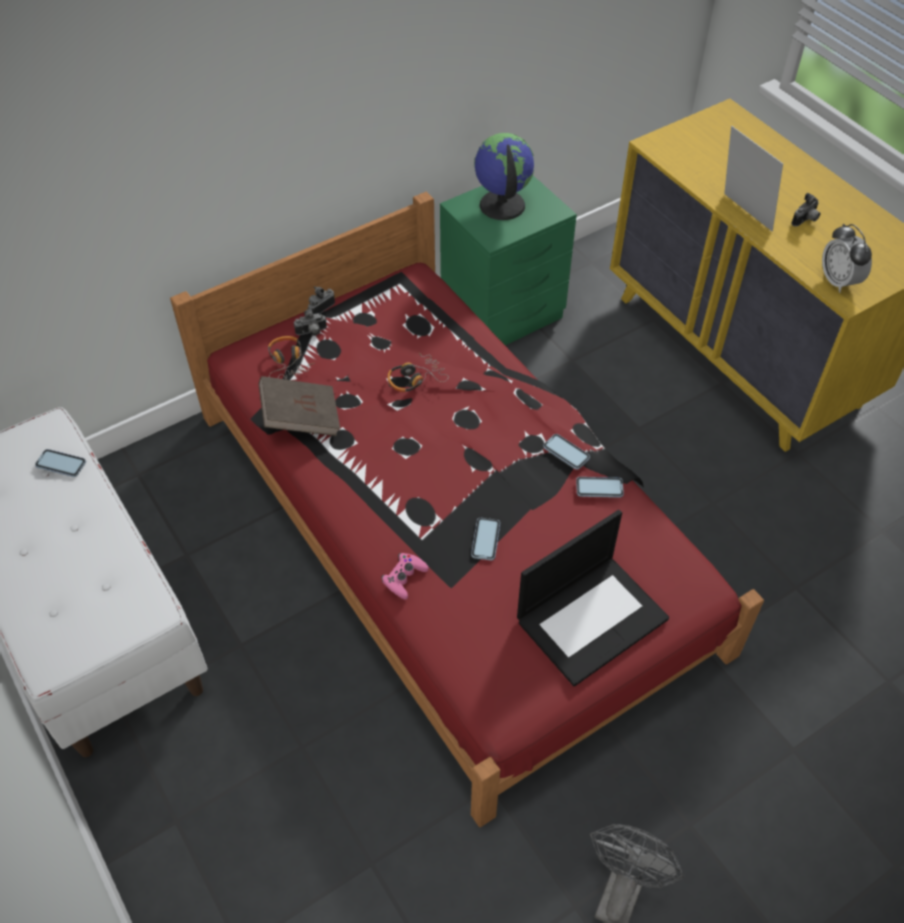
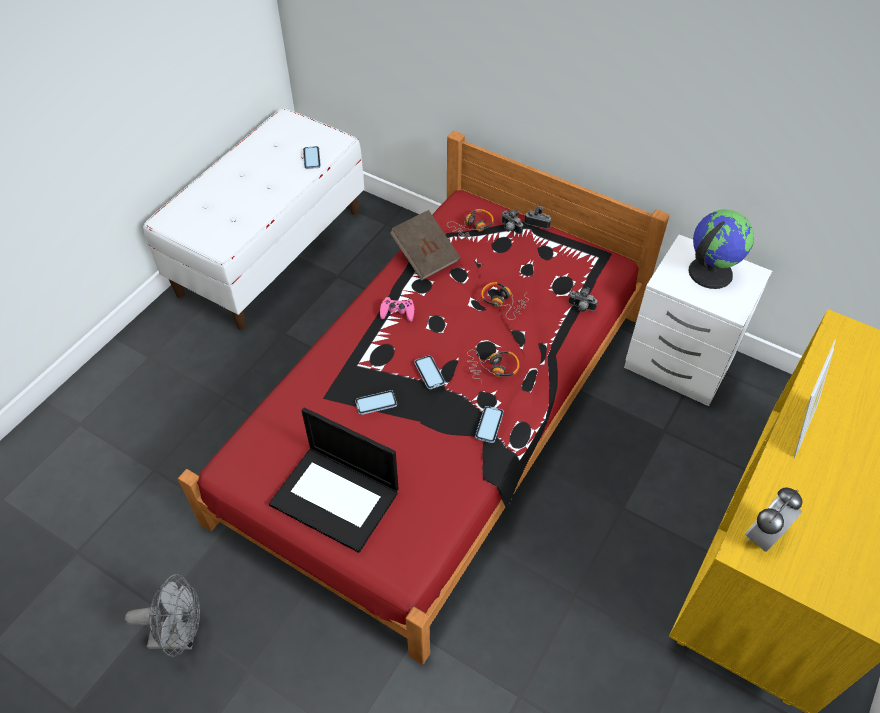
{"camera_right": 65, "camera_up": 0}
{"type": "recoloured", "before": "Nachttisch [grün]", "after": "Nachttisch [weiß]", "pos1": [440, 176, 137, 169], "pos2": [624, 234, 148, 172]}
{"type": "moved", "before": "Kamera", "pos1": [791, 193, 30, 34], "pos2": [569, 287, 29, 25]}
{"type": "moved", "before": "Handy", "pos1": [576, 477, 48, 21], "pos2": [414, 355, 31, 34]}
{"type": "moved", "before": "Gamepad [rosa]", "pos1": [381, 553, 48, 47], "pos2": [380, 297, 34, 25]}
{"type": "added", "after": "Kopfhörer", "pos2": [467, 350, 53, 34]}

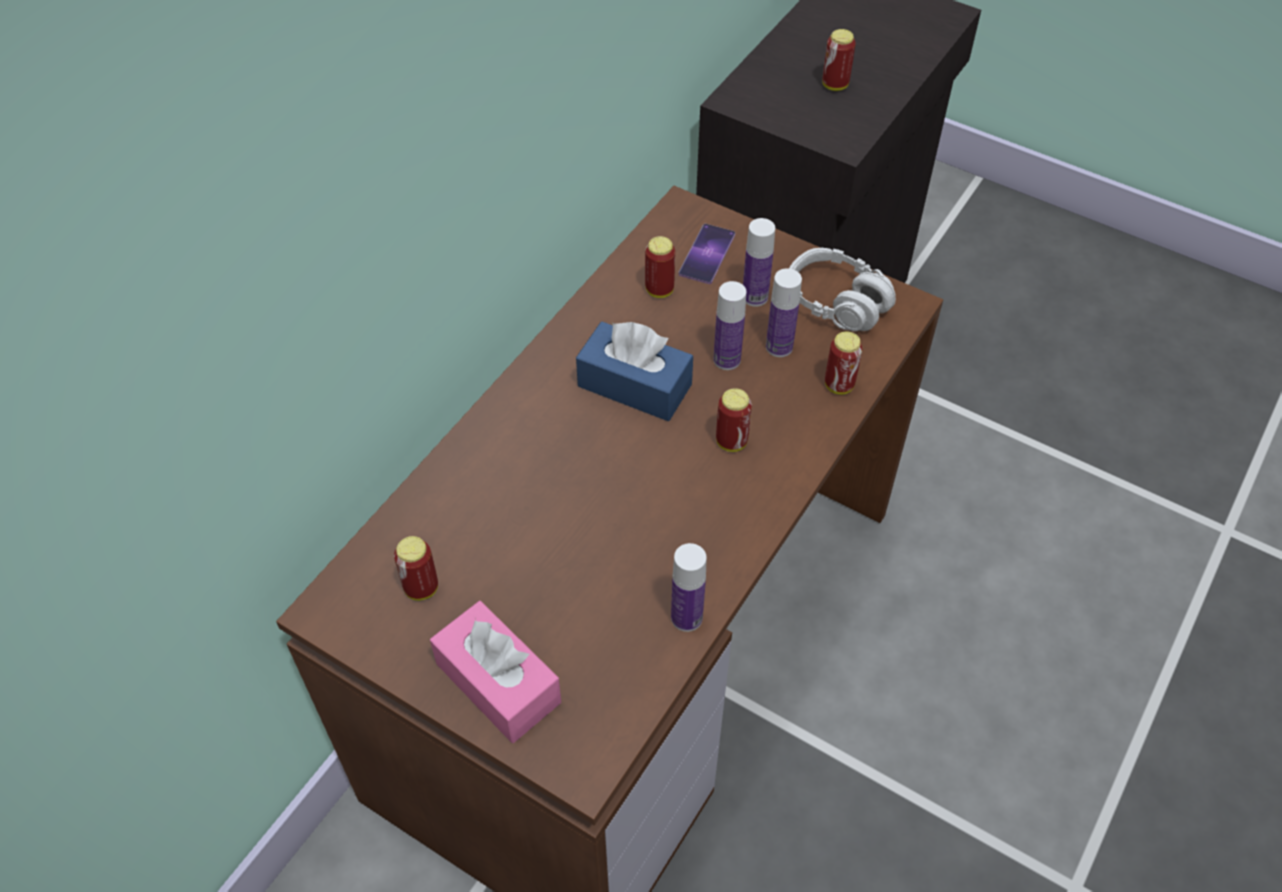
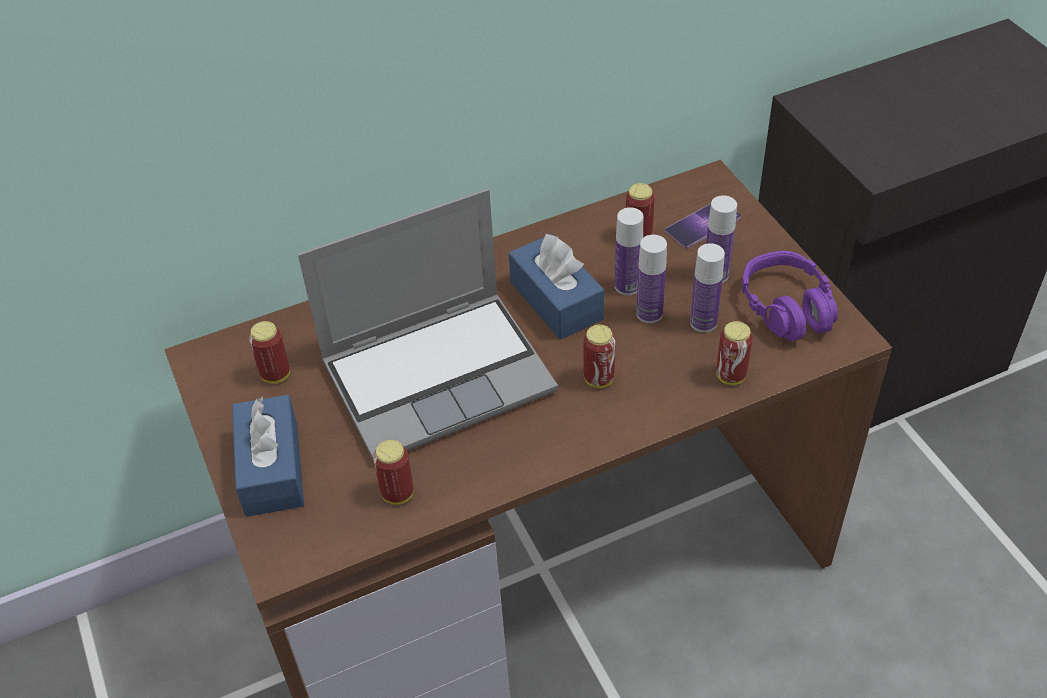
{"camera_right": 35, "camera_up": -5}
{"type": "moved", "before": "Dose", "pos1": [822, 29, 34, 62], "pos2": [373, 440, 41, 65]}
{"type": "recoloured", "before": "Kopfhörer [grau]", "after": "Kopfhörer [lila]", "pos1": [789, 248, 107, 83], "pos2": [742, 251, 96, 90]}
{"type": "moved", "before": "Flasche", "pos1": [671, 543, 36, 89], "pos2": [615, 207, 28, 88]}
{"type": "recoloured", "before": "Taschentuchbox [rosa]", "after": "Taschentuchbox [blau]", "pos1": [430, 601, 131, 142], "pos2": [232, 395, 72, 122]}
{"type": "added", "after": "Laptop", "pos2": [298, 189, 260, 272]}

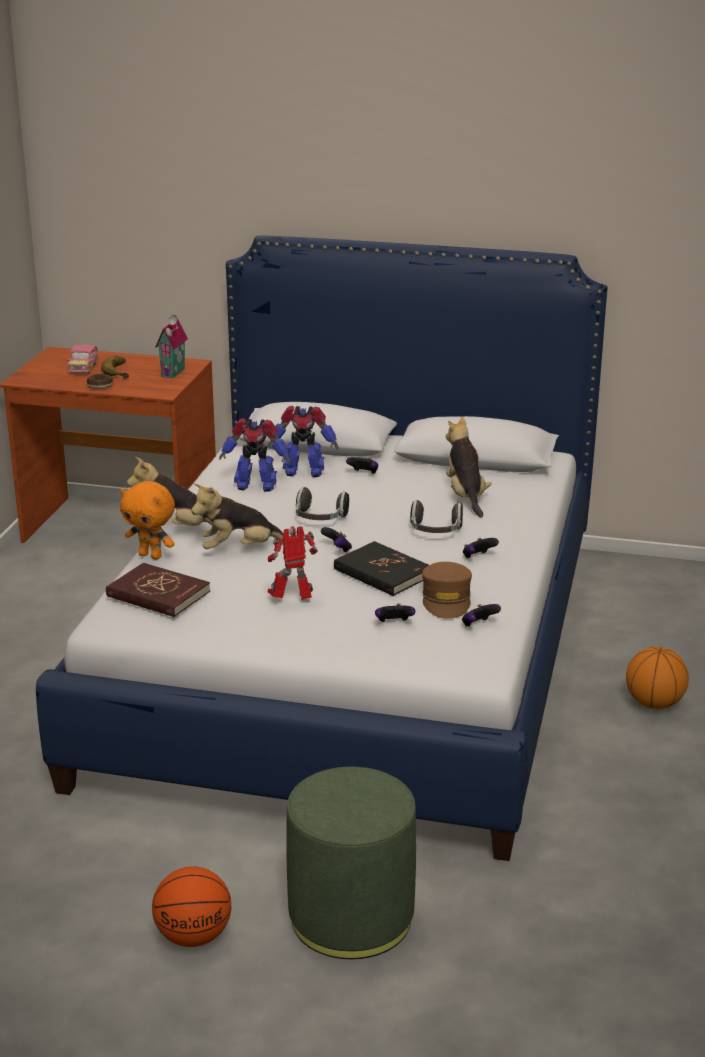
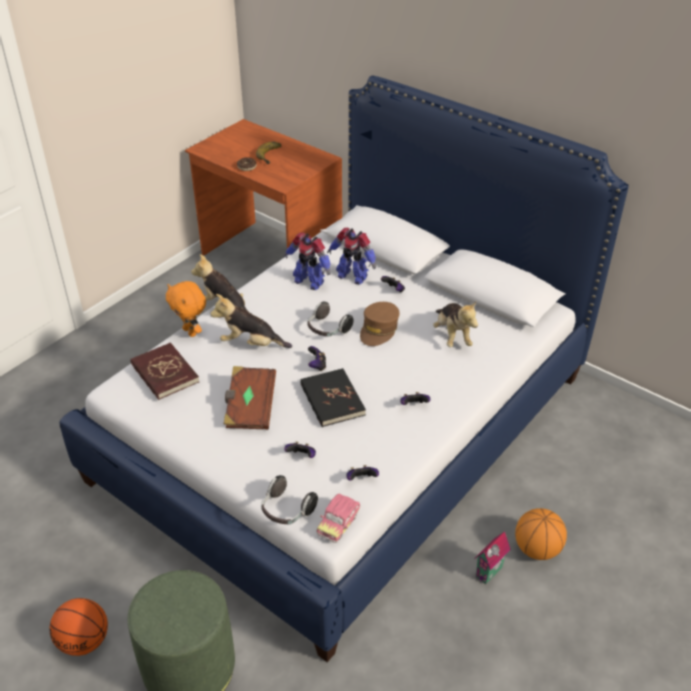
{"camera_right": 25, "camera_up": 15}
{"type": "moved", "before": "Spielzeughaus", "pos1": [155, 315, 33, 63], "pos2": [474, 531, 37, 53]}
{"type": "moved", "before": "Spielzeugauto", "pos1": [67, 344, 31, 29], "pos2": [316, 494, 45, 49]}
{"type": "turned", "before": "Plüschtier", "pos1": [446, 417, 46, 100], "pos2": [433, 302, 45, 45], "turn": 150}
{"type": "moved", "before": "Kopfhörer", "pos1": [410, 500, 53, 33], "pos2": [261, 475, 57, 49]}
{"type": "replaced", "before": "Spielzeugroboter", "after": "Buch [braun]", "pos1": [267, 526, 51, 74], "pos2": [224, 366, 52, 64]}
{"type": "moved", "before": "Kappe [braun]", "pos1": [422, 562, 50, 57], "pos2": [360, 302, 40, 44]}

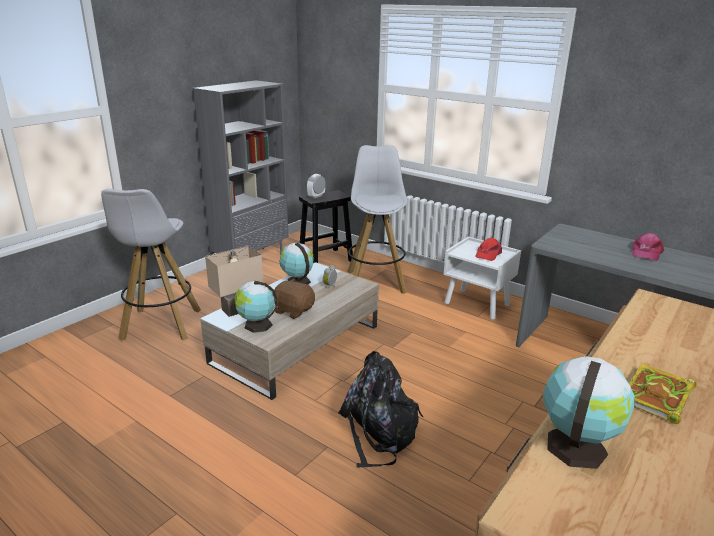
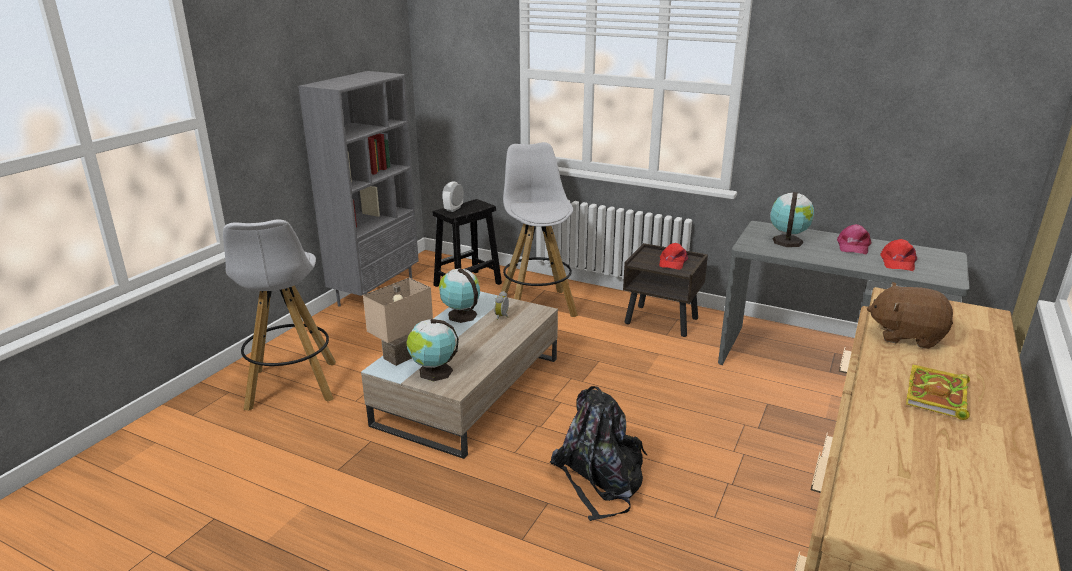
{"camera_right": -10, "camera_up": 0}
{"type": "recoloured", "before": "Nachttisch [weiß]", "after": "Nachttisch [braun]", "pos1": [444, 237, 77, 83], "pos2": [623, 243, 85, 94]}
{"type": "moved", "before": "Plüschtier [braun]", "pos1": [272, 279, 43, 40], "pos2": [867, 282, 86, 67]}
{"type": "moved", "before": "Globus", "pos1": [543, 356, 92, 113], "pos2": [770, 192, 44, 55]}
{"type": "added", "after": "Kappe [rot]", "pos2": [880, 239, 37, 32]}

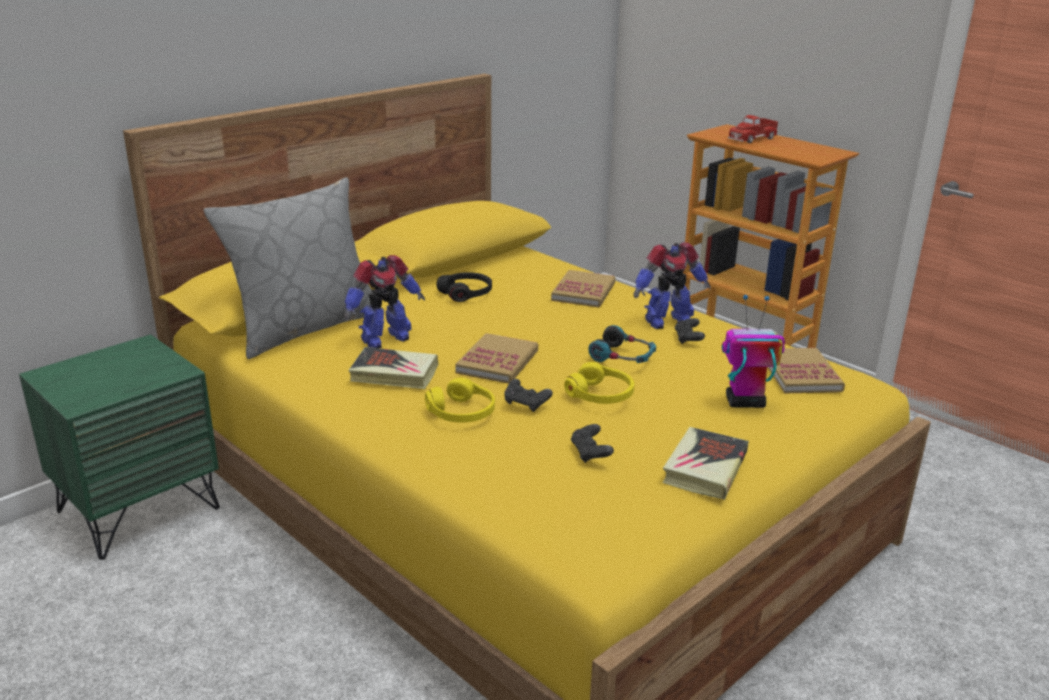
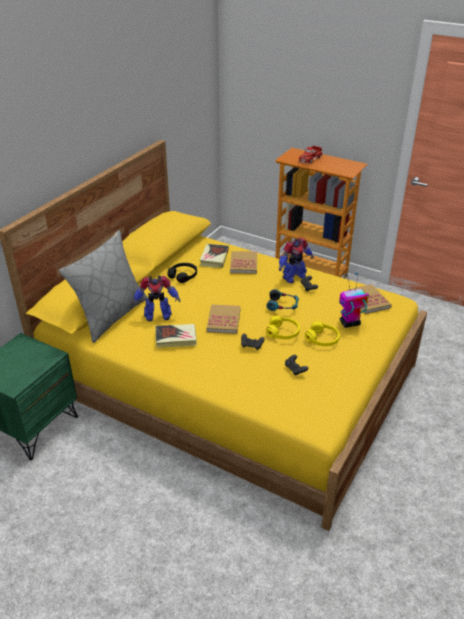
{"camera_right": -15, "camera_up": 10}
{"type": "turned", "before": "Spielzeugroboter", "pos1": [345, 255, 80, 93], "pos2": [133, 276, 47, 45], "turn": 45}
{"type": "moved", "before": "Kopfhörer [gelb]", "pos1": [425, 378, 70, 44], "pos2": [305, 321, 35, 25]}
{"type": "moved", "before": "Buch", "pos1": [662, 427, 87, 73], "pos2": [200, 244, 29, 24]}

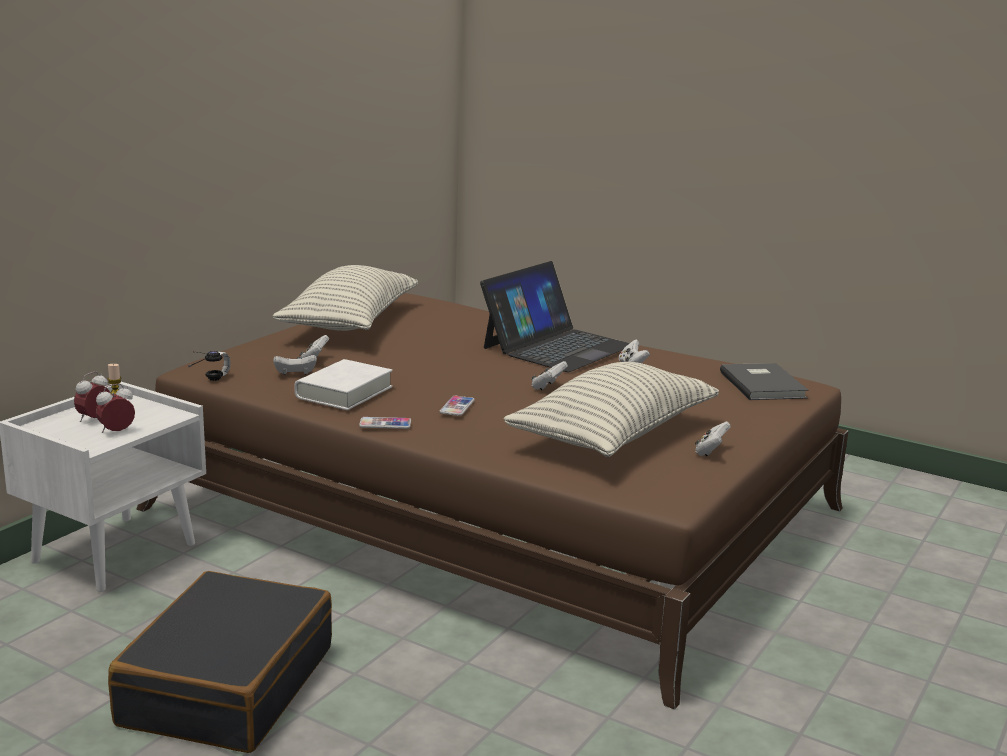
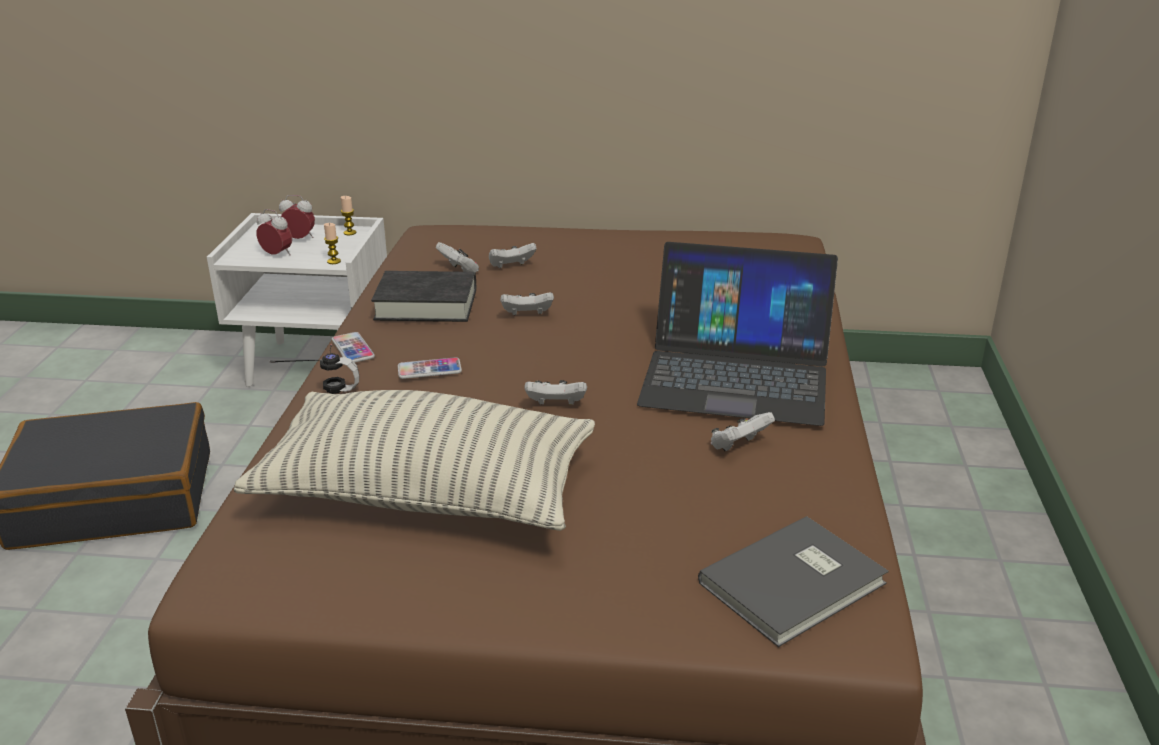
{"camera_right": 65, "camera_up": 10}
{"type": "removed", "before": "Kissen", "pos1": [273, 265, 145, 66]}
{"type": "moved", "before": "Kopfhörer", "pos1": [188, 351, 43, 30], "pos2": [269, 344, 90, 50]}
{"type": "recoloured", "before": "Buch [weiß]", "after": "Buch [schwarz]", "pos1": [295, 359, 97, 51], "pos2": [371, 271, 105, 51]}
{"type": "moved", "before": "Gamepad [weiß]", "pos1": [695, 422, 36, 34], "pos2": [500, 292, 54, 23]}
{"type": "added", "after": "Kerze", "pos2": [324, 223, 17, 41]}

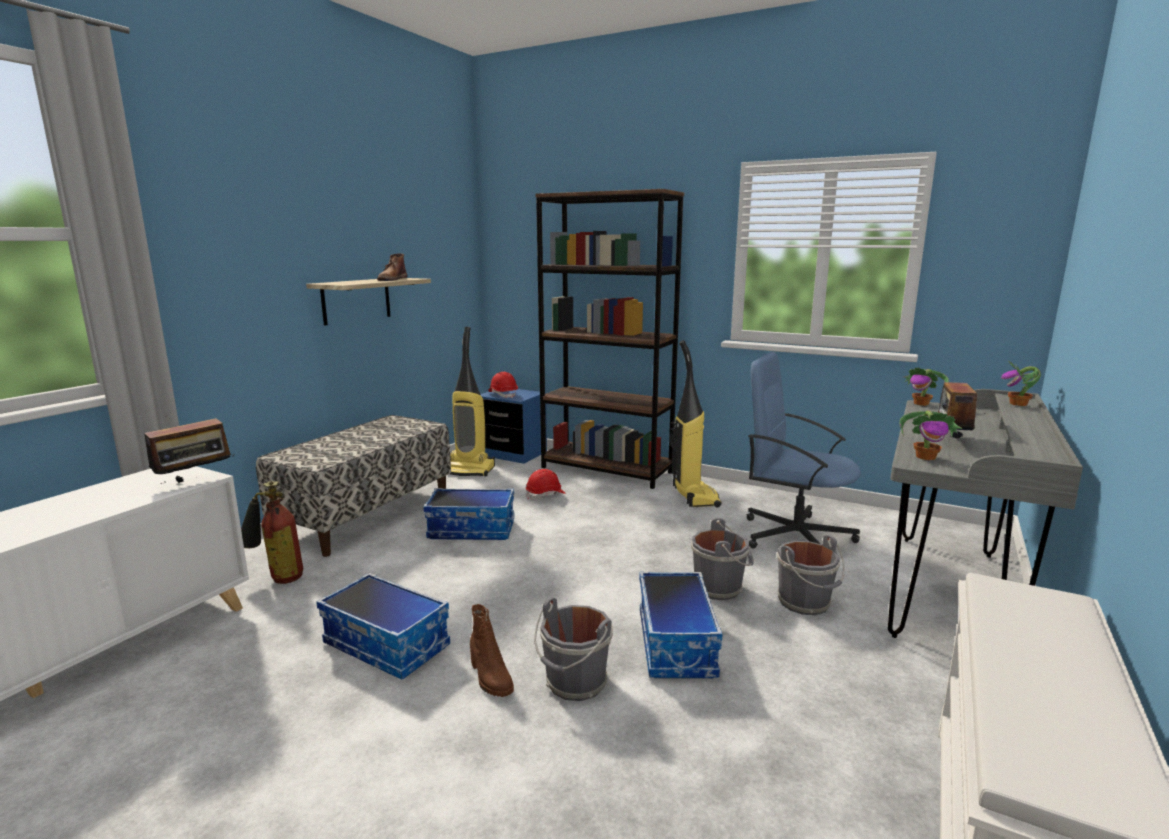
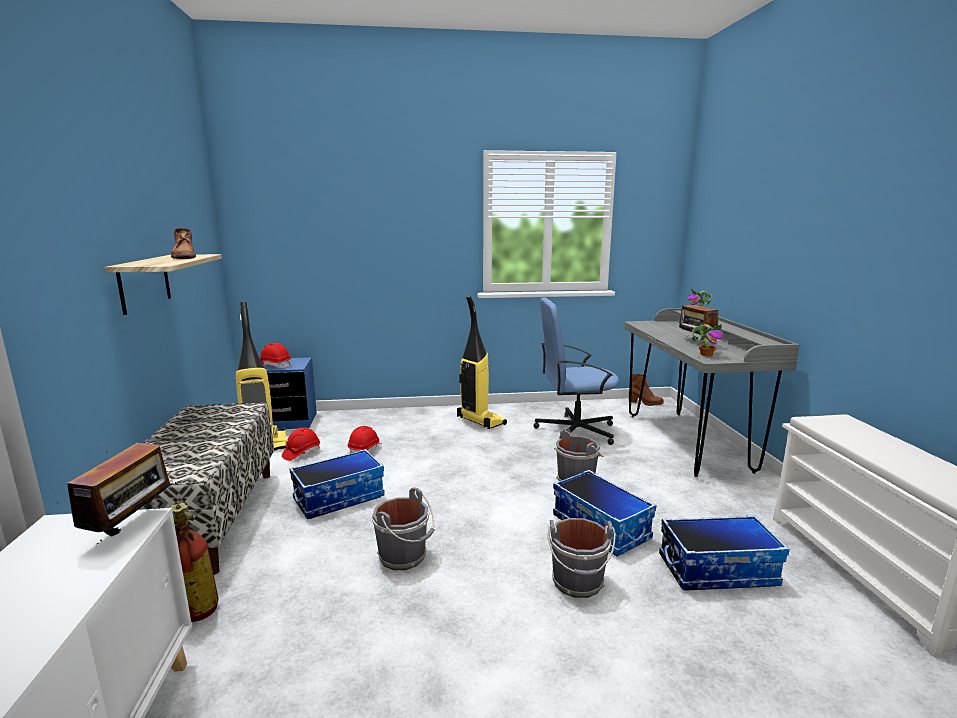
{"camera_right": -35, "camera_up": 0}
{"type": "removed", "before": "Bücherregal [braun]", "pos1": [535, 189, 149, 300]}
{"type": "removed", "before": "Topfpflanze", "pos1": [903, 367, 46, 39]}
{"type": "moved", "before": "Eimer [grau]", "pos1": [777, 535, 68, 80], "pos2": [372, 488, 62, 82]}
{"type": "moved", "before": "Aufbewahrungsbox", "pos1": [316, 573, 134, 107], "pos2": [659, 515, 131, 76]}
{"type": "moved", "before": "Stiefel [braun]", "pos1": [470, 604, 44, 93], "pos2": [631, 374, 33, 32]}
{"type": "added", "after": "Schutzhelm [rot]", "pos2": [282, 428, 38, 33]}

